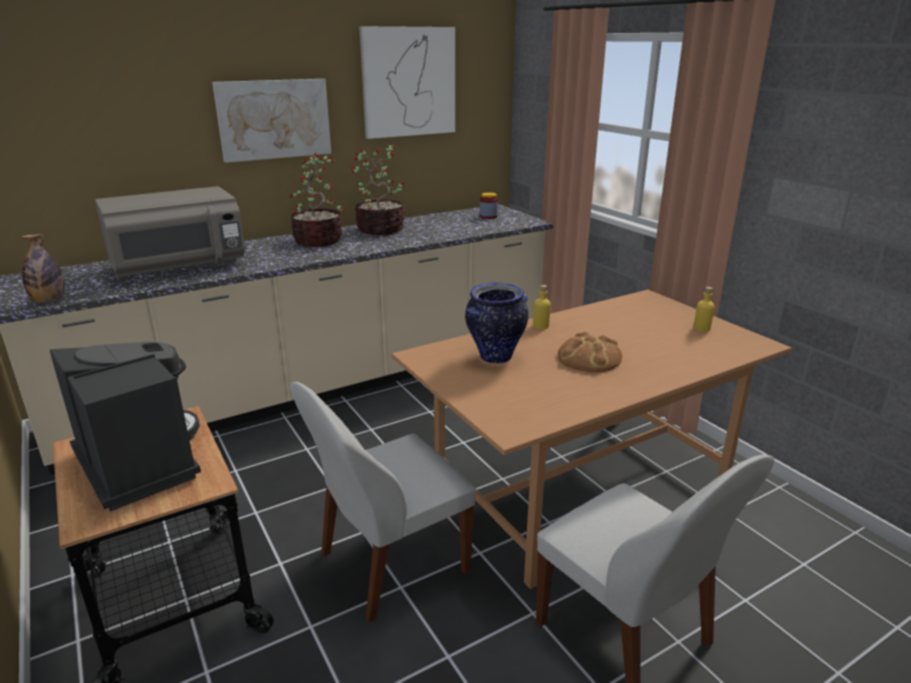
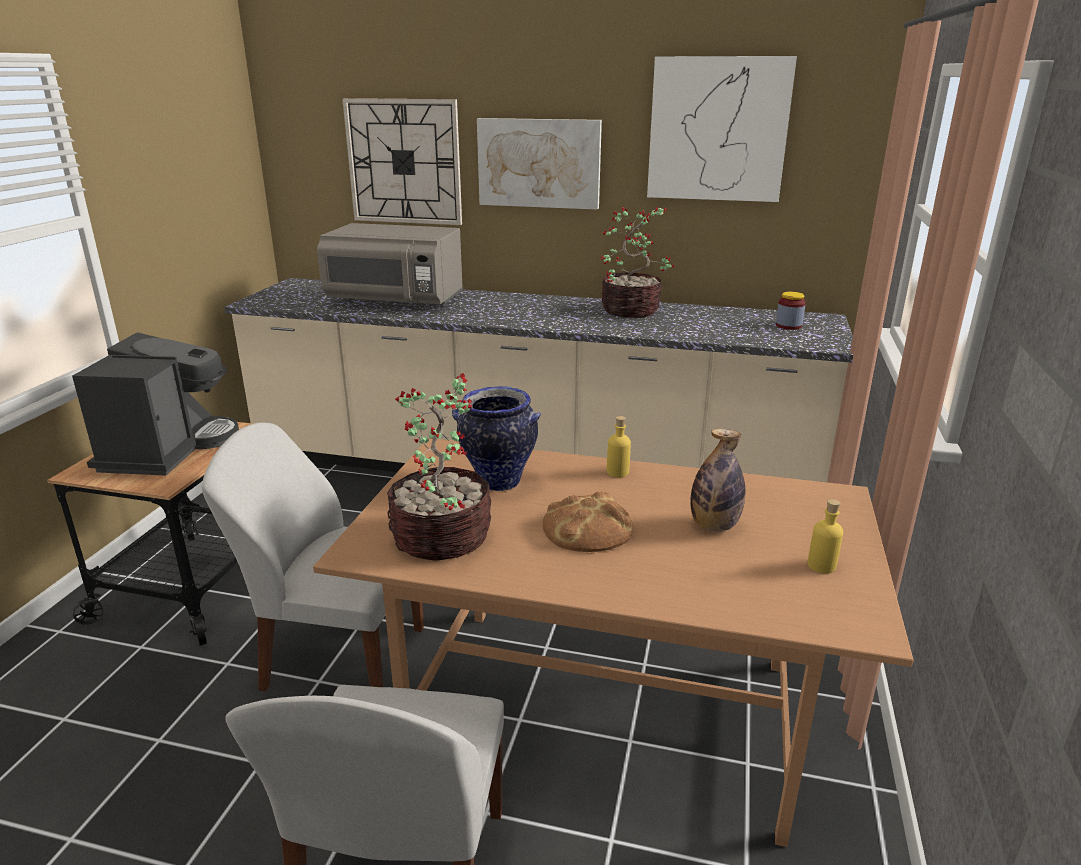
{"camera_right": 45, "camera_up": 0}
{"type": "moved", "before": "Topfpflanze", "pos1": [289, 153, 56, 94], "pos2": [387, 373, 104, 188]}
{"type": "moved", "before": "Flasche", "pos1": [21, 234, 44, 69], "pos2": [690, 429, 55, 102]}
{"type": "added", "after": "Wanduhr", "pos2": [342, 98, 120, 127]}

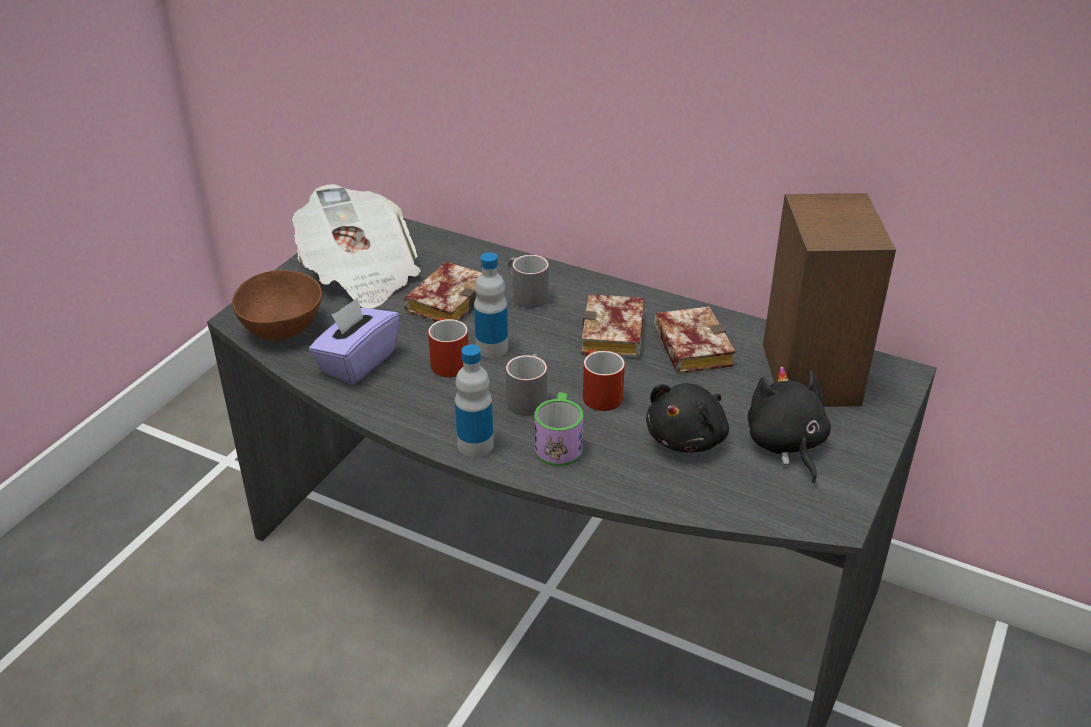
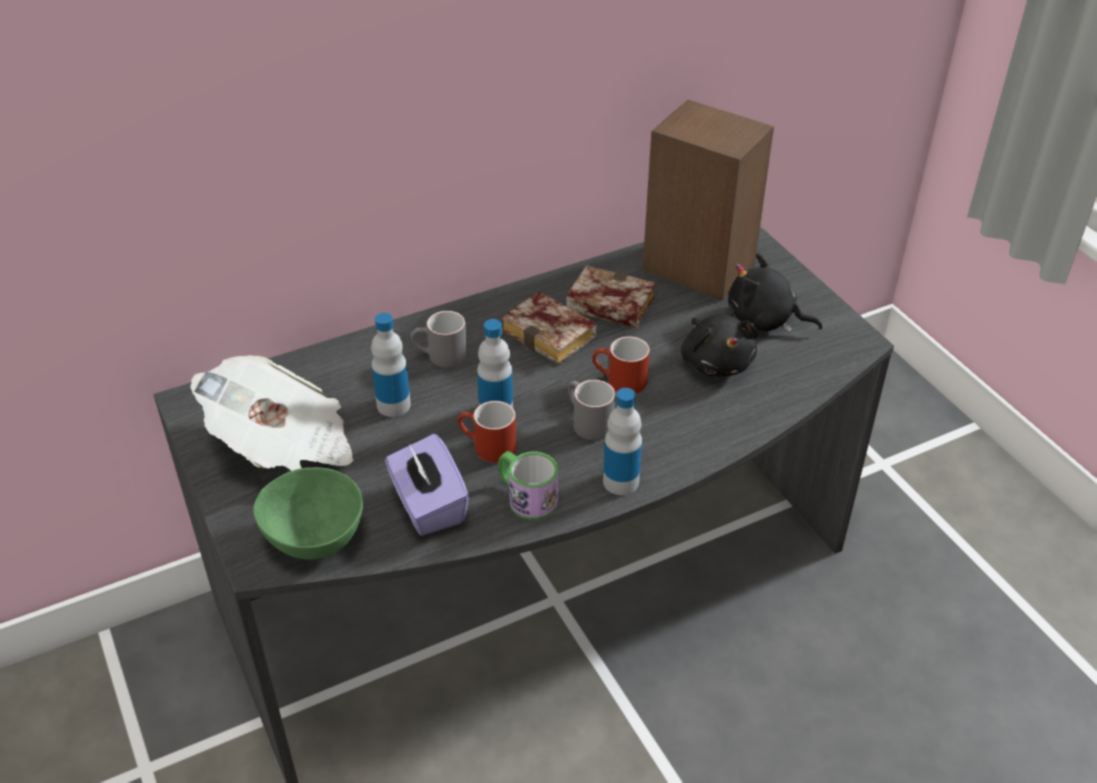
{"camera_right": -55, "camera_up": 5}
{"type": "replaced", "before": "Buch", "after": "Flasche", "pos1": [404, 262, 78, 60], "pos2": [371, 313, 40, 104]}
{"type": "recoloured", "before": "Schüssel [braun]", "after": "Schüssel [grün]", "pos1": [232, 270, 90, 71], "pos2": [253, 467, 110, 92]}
{"type": "moved", "before": "Henkelbecher", "pos1": [535, 393, 48, 73], "pos2": [499, 451, 59, 69]}

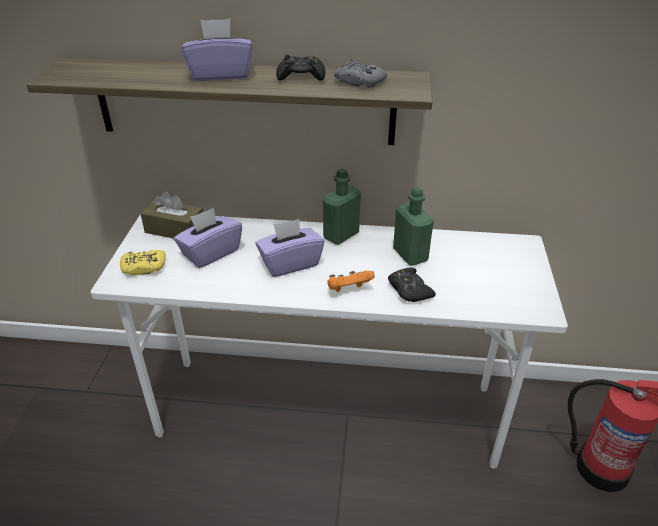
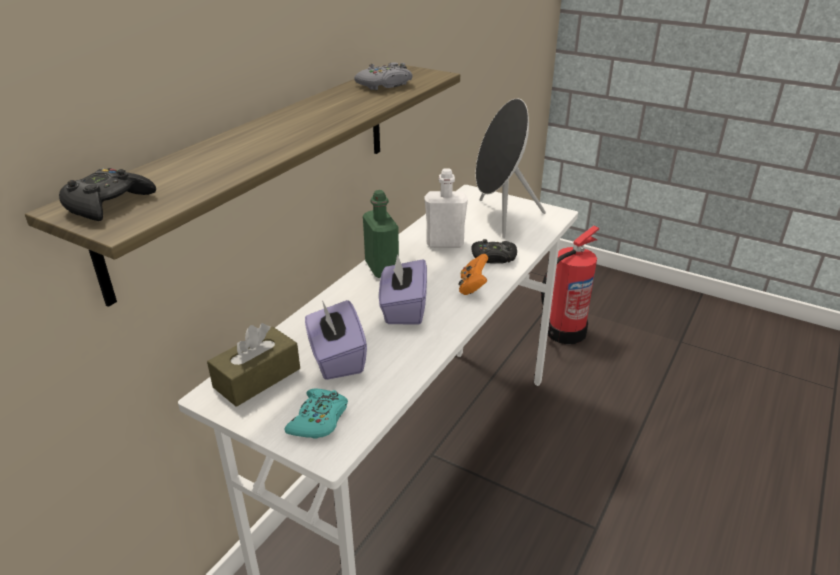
{"camera_right": -65, "camera_up": -5}
{"type": "removed", "before": "Taschentuchbox [lila]", "pos1": [181, 19, 72, 62]}
{"type": "moved", "before": "Gamepad [schwarz]", "pos1": [276, 54, 50, 27], "pos2": [59, 168, 97, 53]}
{"type": "recoloured", "before": "Flasche [grün]", "after": "Flasche [weiß]", "pos1": [393, 186, 41, 80], "pos2": [425, 168, 43, 80]}
{"type": "recoloured", "before": "Gamepad [gelb]", "after": "Gamepad [türkis]", "pos1": [120, 250, 46, 25], "pos2": [284, 389, 64, 50]}
{"type": "added", "after": "Lautsprecher [schwarz]", "pos2": [476, 98, 70, 140]}

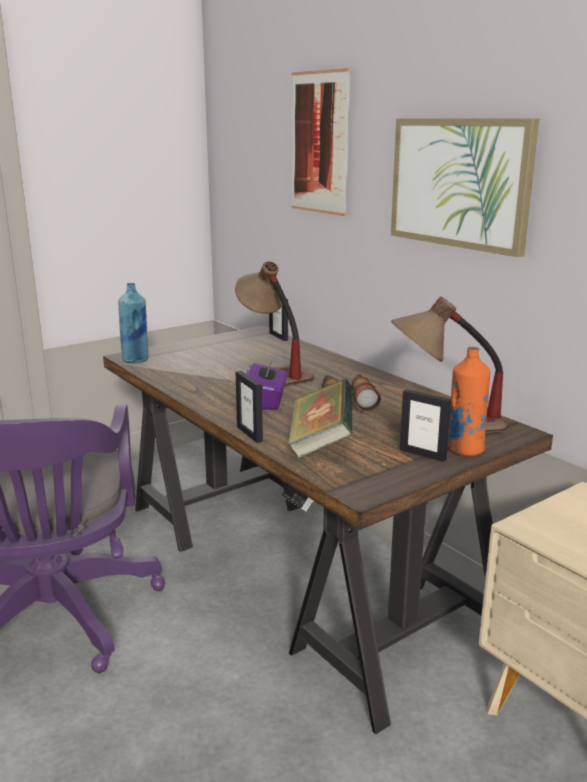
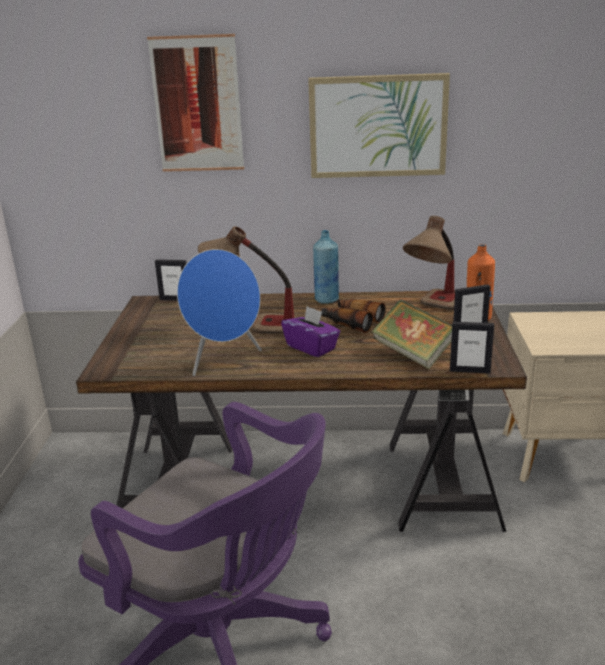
{"camera_right": -50, "camera_up": 5}
{"type": "moved", "before": "Flasche [blau]", "pos1": [118, 283, 30, 80], "pos2": [313, 230, 26, 74]}
{"type": "moved", "before": "Bilderrahmen", "pos1": [236, 371, 27, 72], "pos2": [450, 322, 44, 51]}
{"type": "added", "after": "Lautsprecher [blau]", "pos2": [177, 249, 85, 127]}

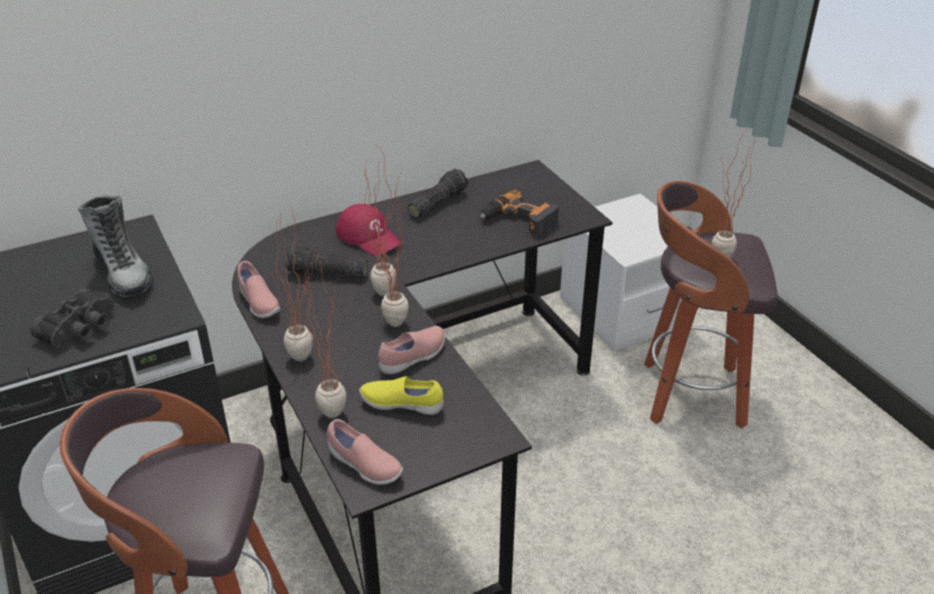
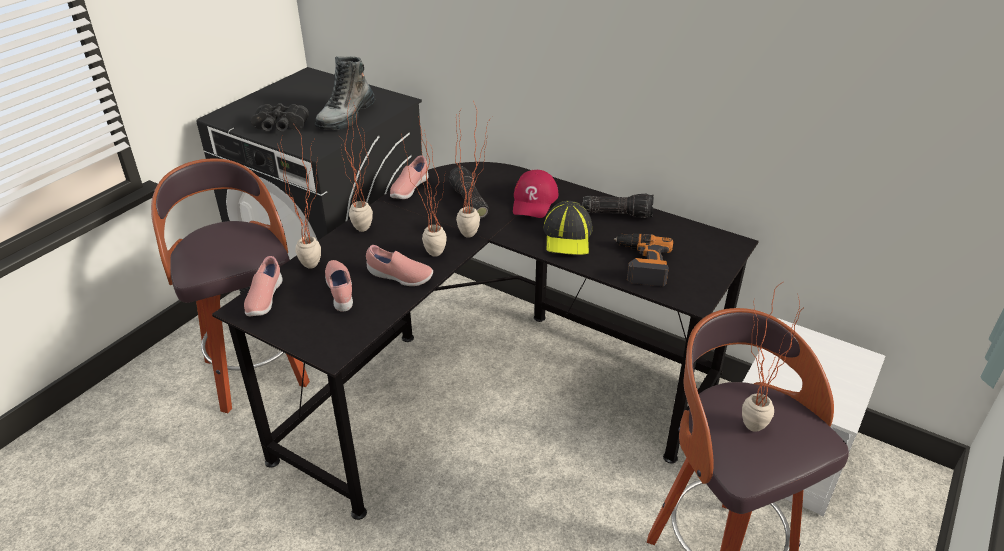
{"camera_right": 60, "camera_up": 0}
{"type": "recoloured", "before": "Schuh [gelb]", "after": "Schuh [rosa]", "pos1": [359, 376, 84, 39], "pos2": [325, 260, 28, 52]}
{"type": "added", "after": "Kappe", "pos2": [543, 201, 49, 54]}

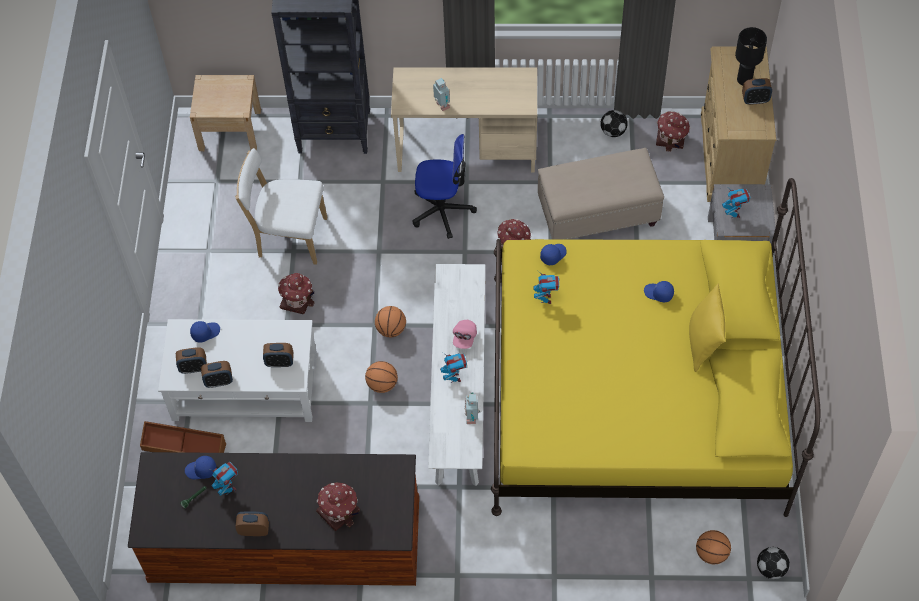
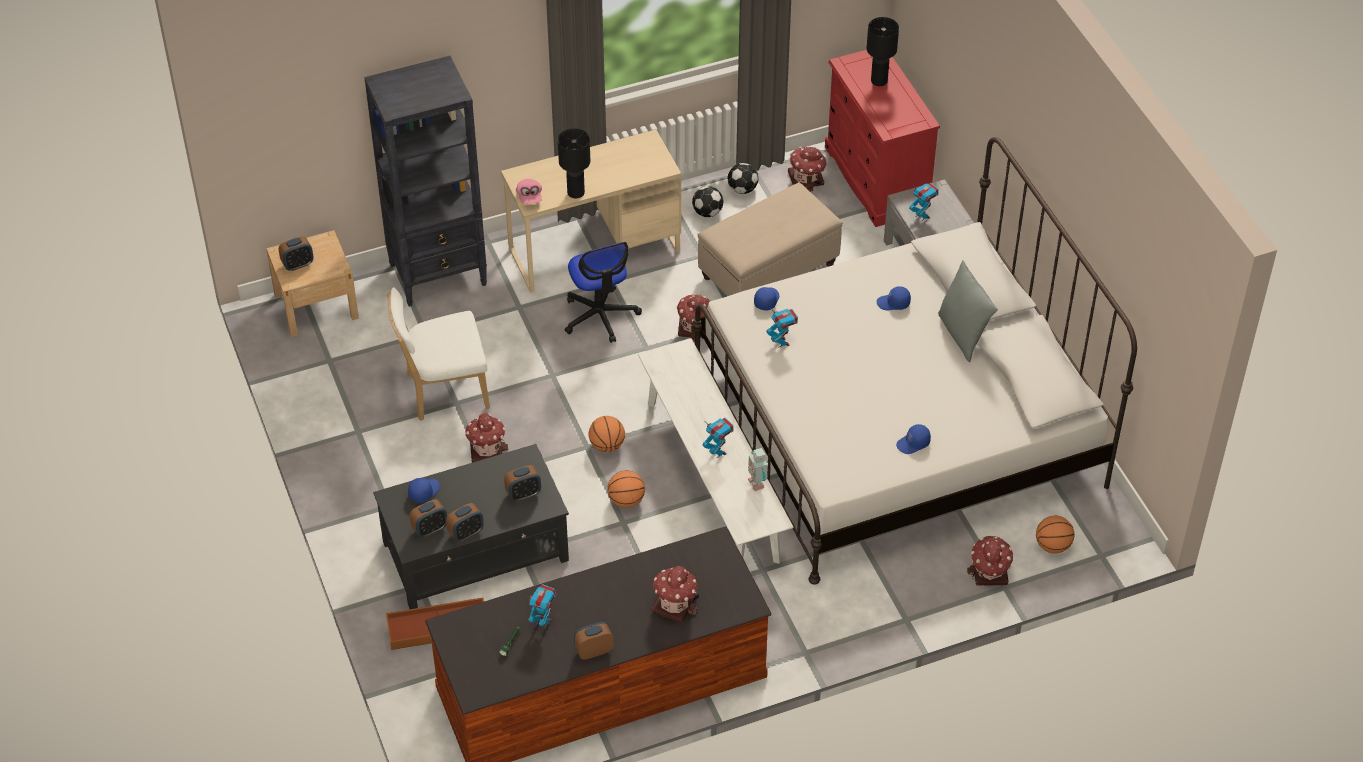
{"camera_right": -25, "camera_up": -10}
{"type": "recoloured", "before": "Kommode [beige]", "after": "Kommode [rot]", "pos1": [701, 46, 75, 156], "pos2": [825, 50, 115, 177]}
{"type": "replaced", "before": "Spielzeugroboter", "after": "Tischlampe [schwarz]", "pos1": [433, 78, 17, 33], "pos2": [558, 128, 32, 71]}
{"type": "moved", "before": "Wecker", "pos1": [742, 78, 30, 27], "pos2": [279, 236, 35, 35]}
{"type": "turned", "before": "Bürostuhl", "pos1": [413, 134, 64, 105], "pos2": [565, 242, 77, 101], "turn": 90}
{"type": "recoloured", "before": "Bett [gelb]", "after": "Bett [weiß]", "pos1": [491, 178, 329, 339], "pos2": [692, 137, 445, 448]}
{"type": "recoloured", "before": "Kissen [gelb]", "after": "Kissen [grau]", "pos1": [689, 283, 36, 89], "pos2": [938, 260, 60, 102]}
{"type": "recoloured", "before": "Couchtisch [weiß]", "after": "Couchtisch [schwarz]", "pos1": [158, 319, 159, 103], "pos2": [373, 444, 196, 165]}
{"type": "moved", "before": "Kappe [rosa]", "pos1": [453, 320, 24, 29], "pos2": [516, 179, 26, 25]}
{"type": "moved", "before": "Kappe [blau]", "pos1": [185, 456, 31, 23], "pos2": [896, 424, 35, 30]}
{"type": "moved", "before": "Fußball", "pos1": [757, 547, 33, 32], "pos2": [692, 186, 31, 31]}
{"type": "added", "after": "Spielzeughaus", "pos2": [967, 536, 46, 50]}

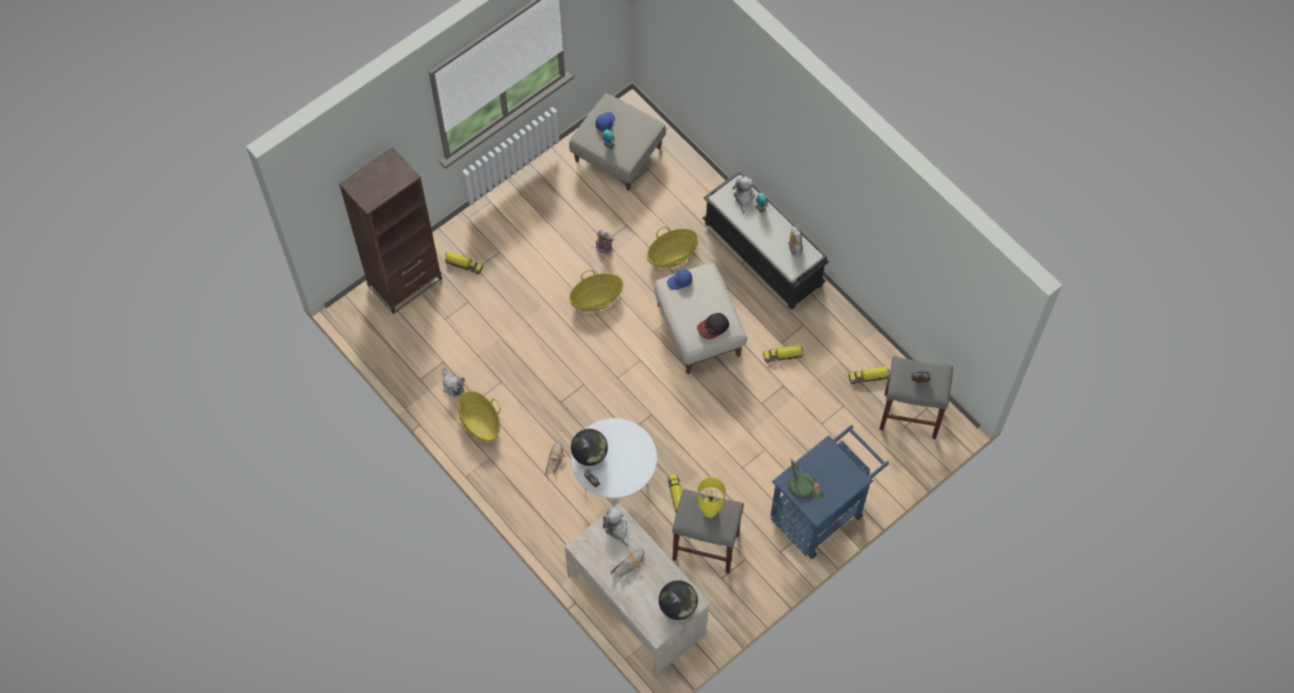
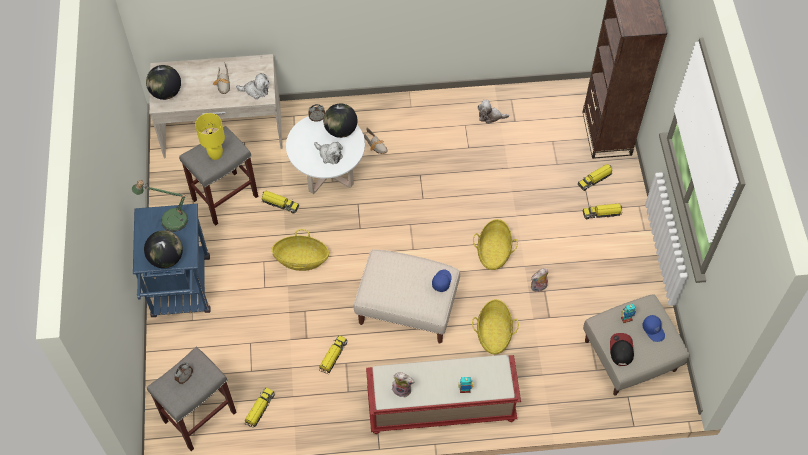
{"camera_right": 125, "camera_up": -5}
{"type": "recoloured", "before": "Bank [schwarz]", "after": "Bank [rot]", "pos1": [702, 171, 127, 138], "pos2": [366, 355, 155, 79]}
{"type": "moved", "before": "Plüschtier", "pos1": [732, 176, 23, 37], "pos2": [314, 142, 29, 22]}
{"type": "moved", "before": "Kappe", "pos1": [697, 313, 32, 26], "pos2": [610, 333, 24, 33]}
{"type": "moved", "before": "Korb", "pos1": [457, 391, 44, 51], "pos2": [272, 229, 57, 42]}
{"type": "added", "after": "Spielzeuglaster", "pos2": [583, 203, 39, 16]}
{"type": "added", "after": "Globus", "pos2": [144, 230, 39, 38]}

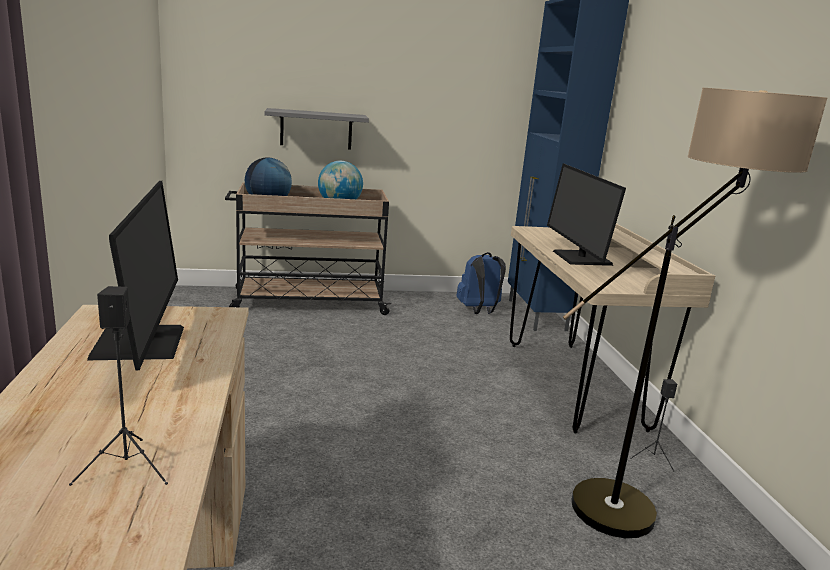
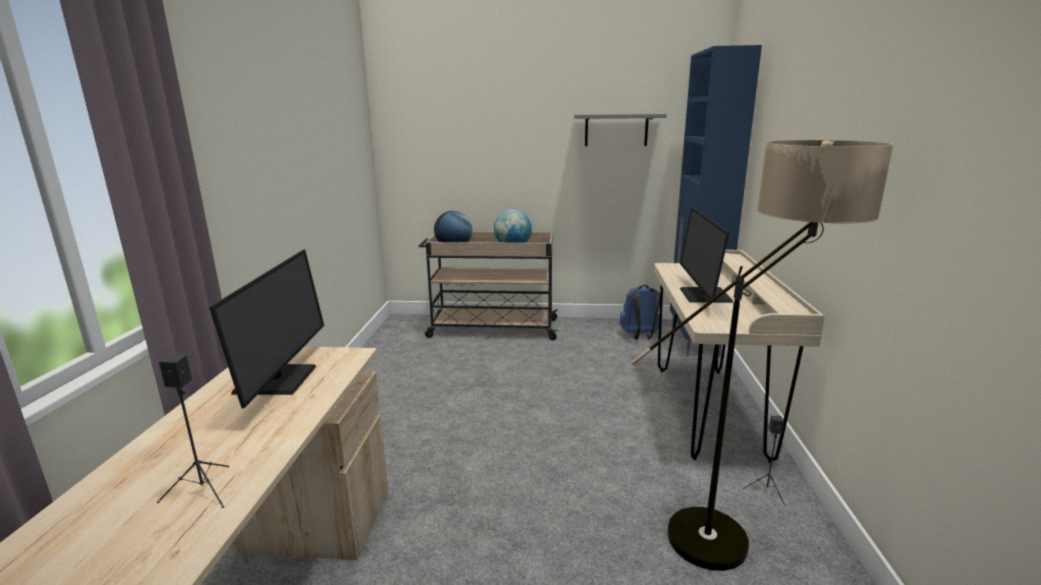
{"camera_right": 15, "camera_up": 0}
{"type": "moved", "before": "Wandregal [grau]", "pos1": [264, 108, 105, 41], "pos2": [574, 114, 93, 32]}

